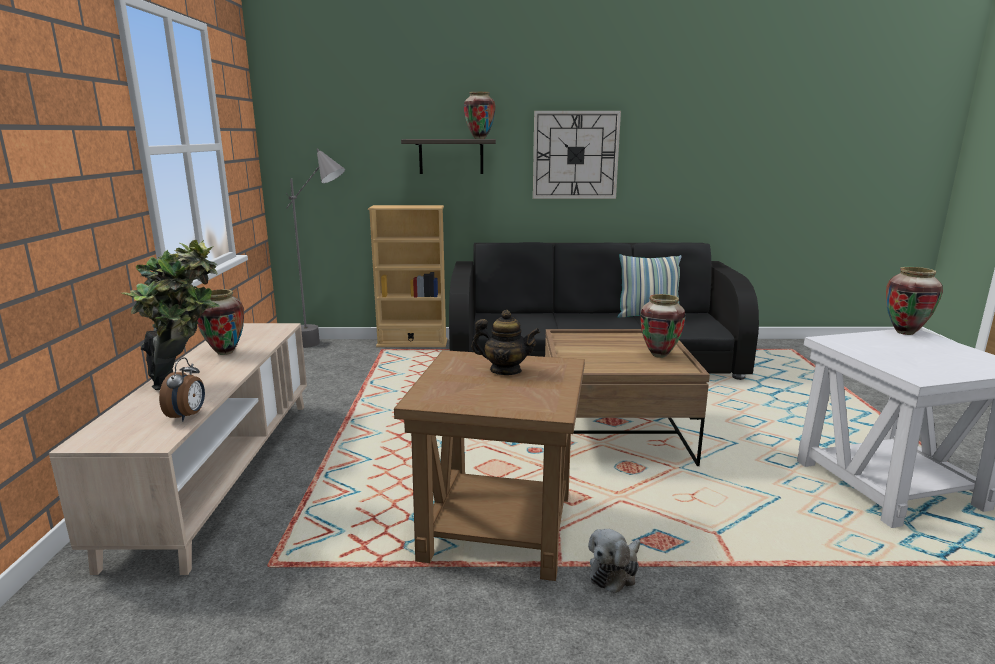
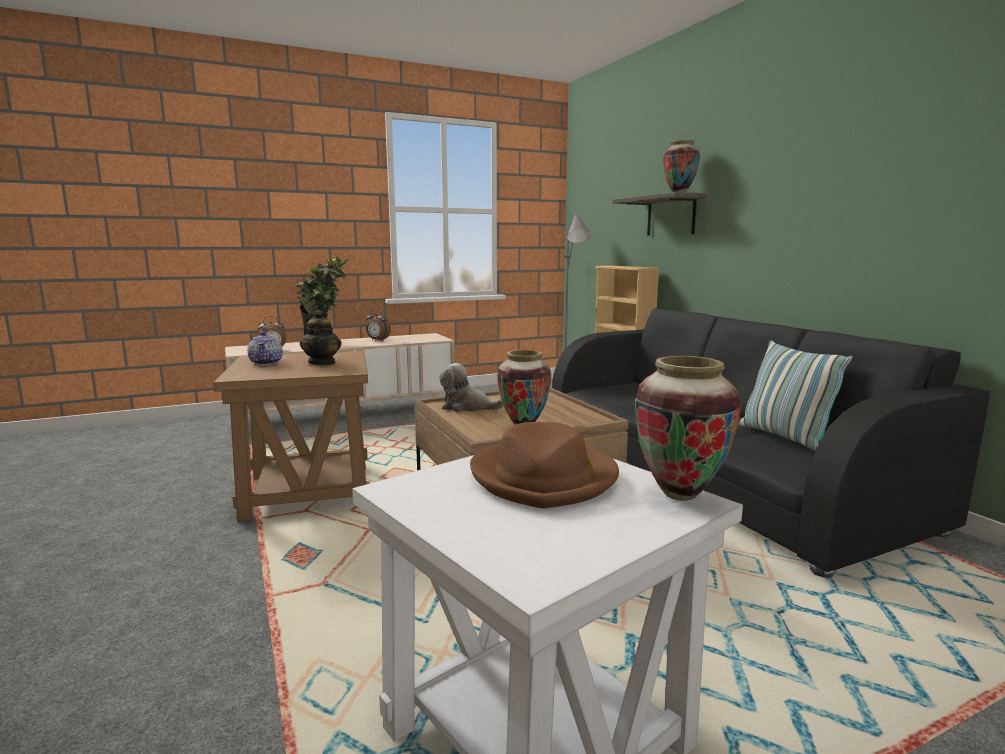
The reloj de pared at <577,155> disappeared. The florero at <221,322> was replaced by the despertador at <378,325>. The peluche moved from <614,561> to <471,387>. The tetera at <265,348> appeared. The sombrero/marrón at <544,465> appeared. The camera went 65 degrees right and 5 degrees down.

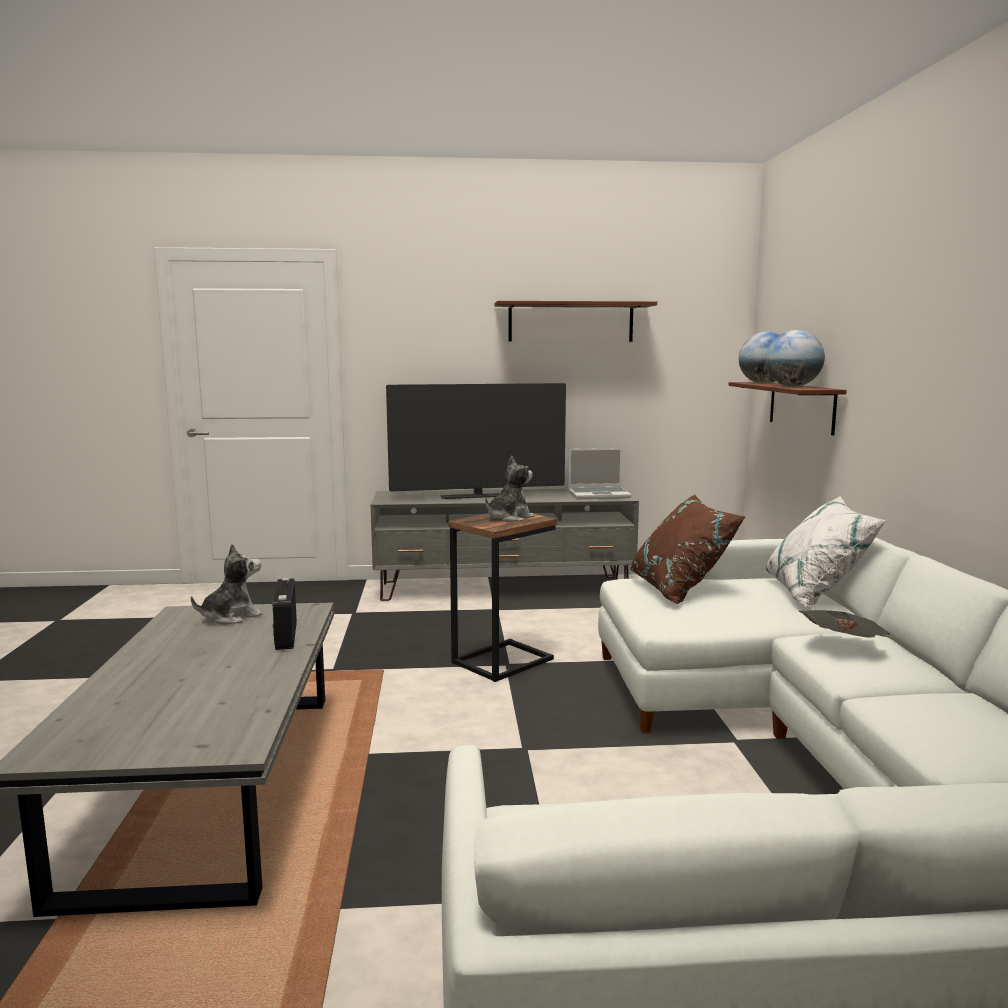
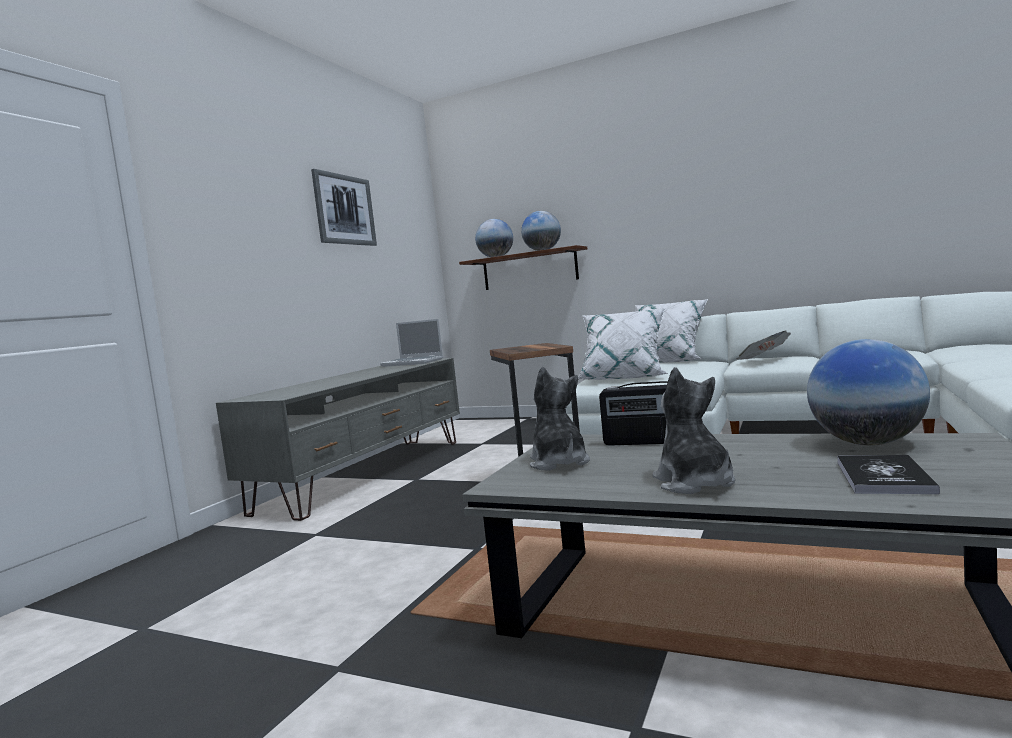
The estante/marrón at <576,321> was replaced by the cuadro at <344,207>. The televisor at <476,441> disappeared. The portátil at <600,473> turned 90 degrees clockwise. The peluche moved from <509,489> to <693,430>. The cojín/marrón at <687,549> became the cojín/blanco at <623,344>. The globo terráqueo at <868,392> appeared. The libro at <888,474> appeared. The camera went 60 degrees left and 5 degrees down.

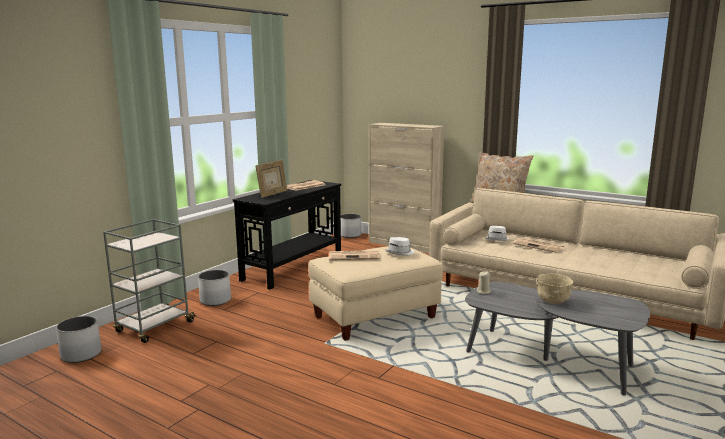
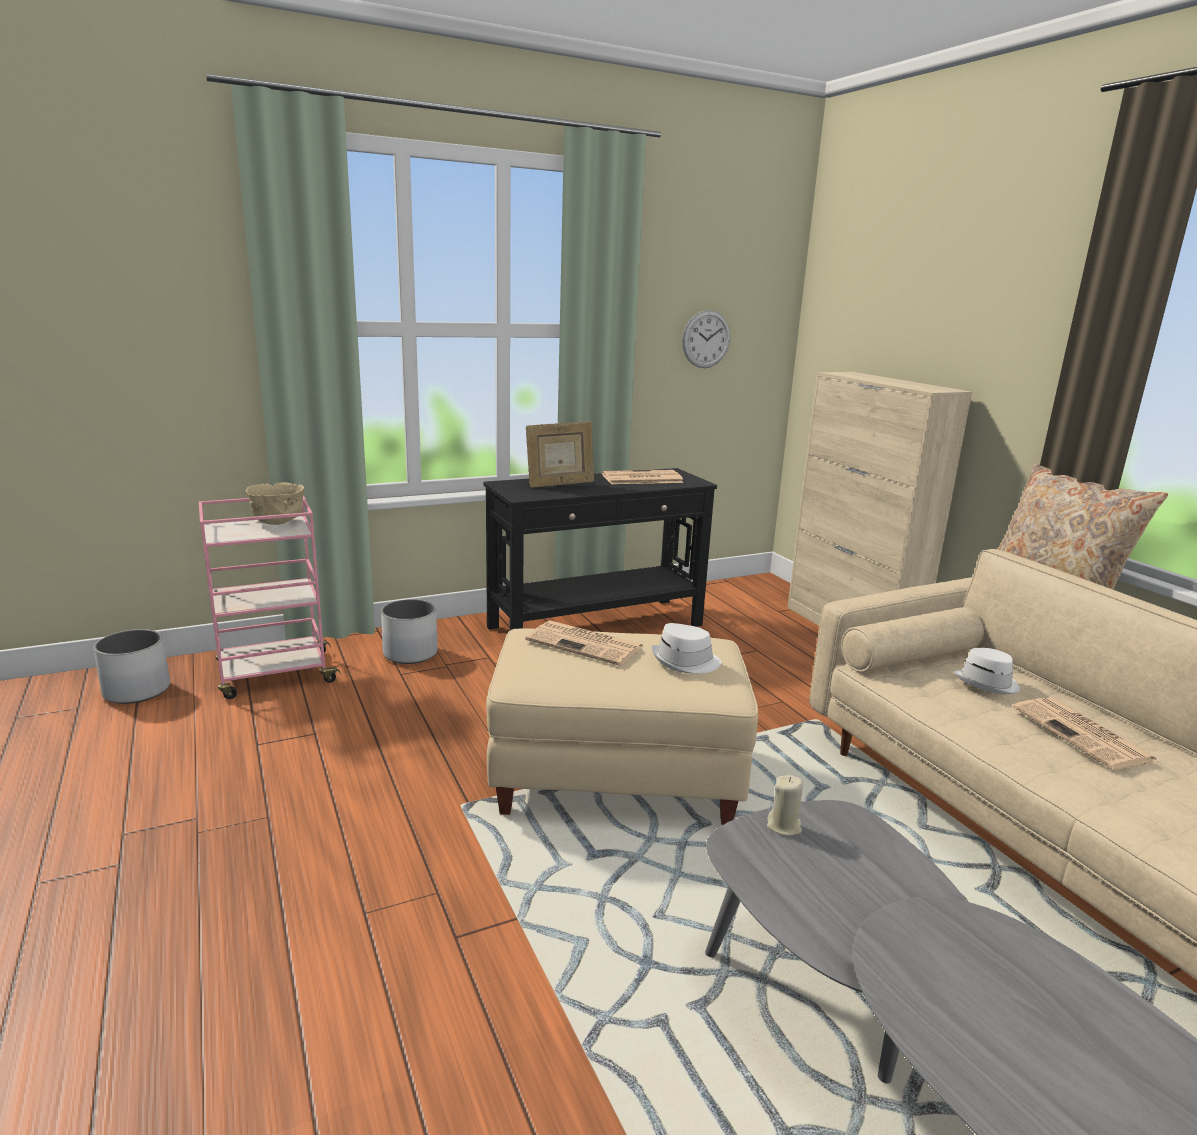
The maceta/blanco at <351,226> disappeared. The carrito/gris at <149,281> became the carrito/rosa at <270,597>. The cuenco/beis moved from <554,288> to <275,503>. The reloj de pared at <706,339> appeared. The camera went 30 degrees right and 5 degrees up.

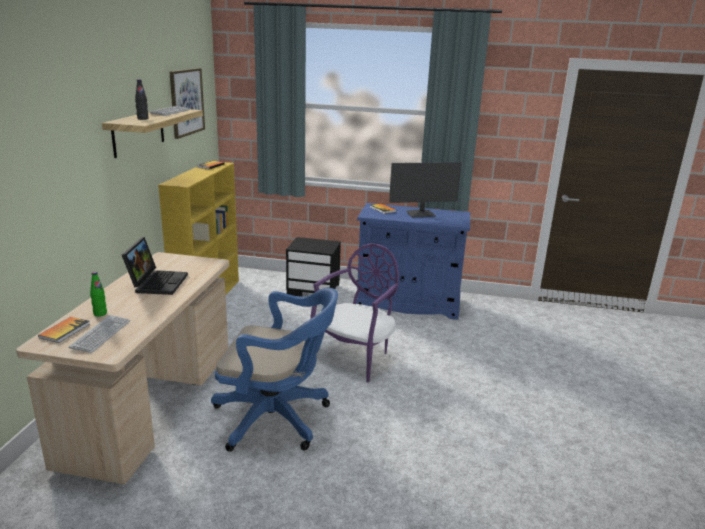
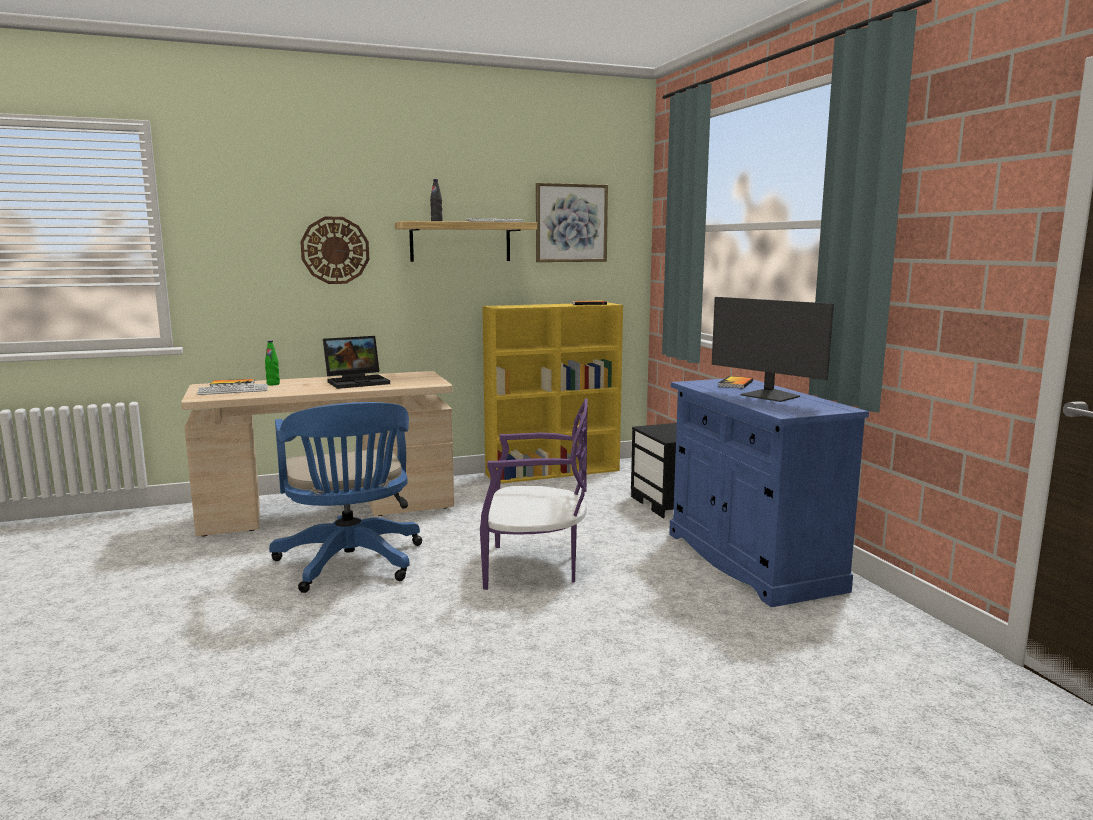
The reloj de pared at <334,250> appeared. The camera went 60 degrees right and 10 degrees down.

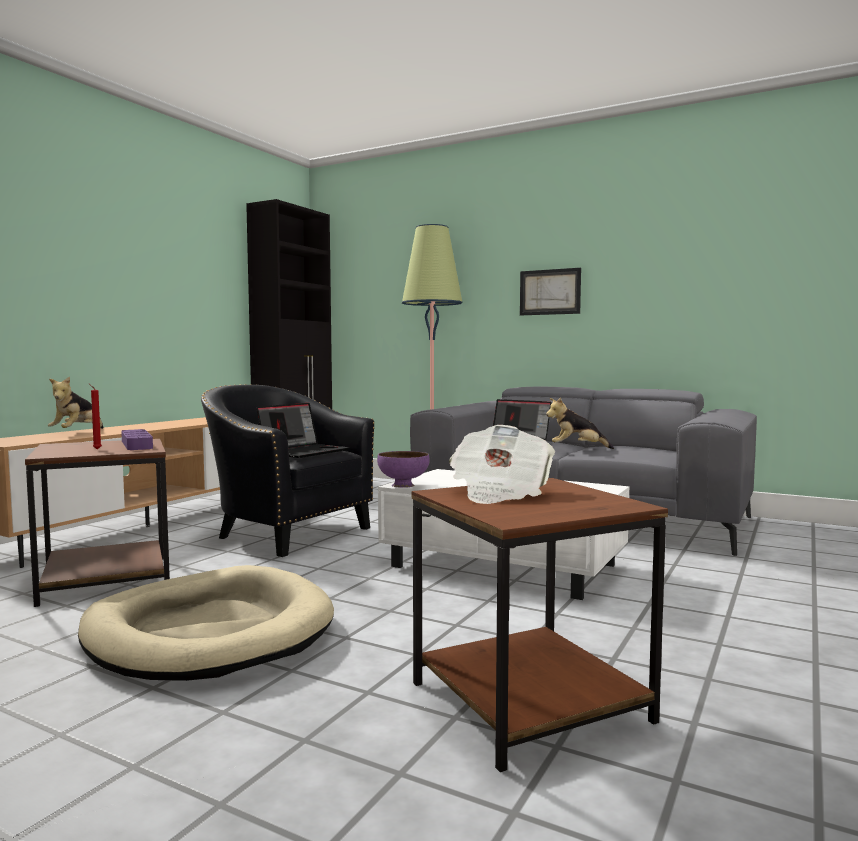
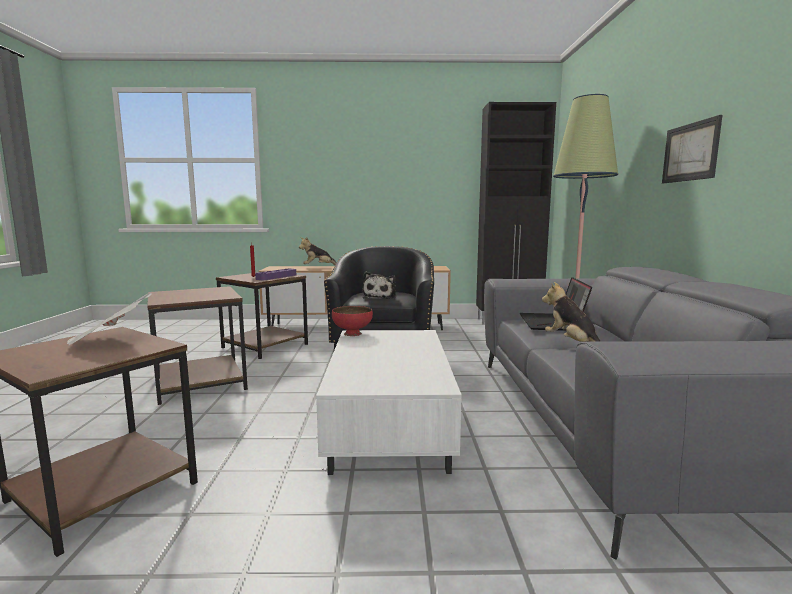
The portátil at <302,430> was replaced by the peluche at <379,285>. The cuenco/morado at <403,469> became the cuenco/rojo at <352,321>. The cama para perro/beis at <206,623> was replaced by the mesa auxiliar/marrón at <197,345>. The camera went 60 degrees right and 5 degrees up.

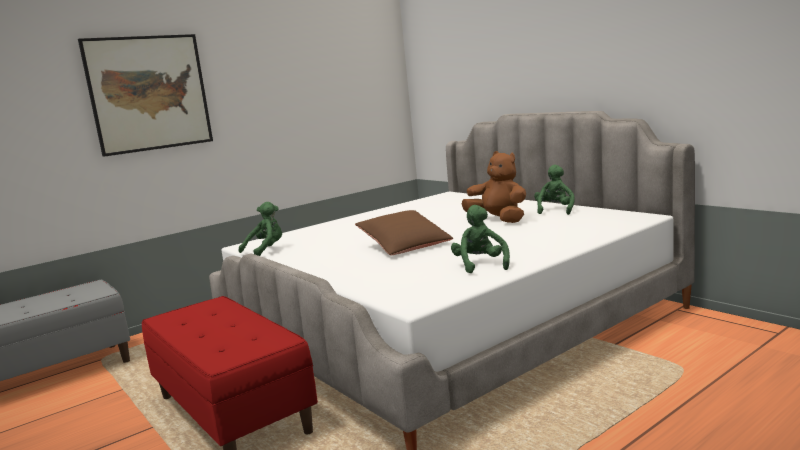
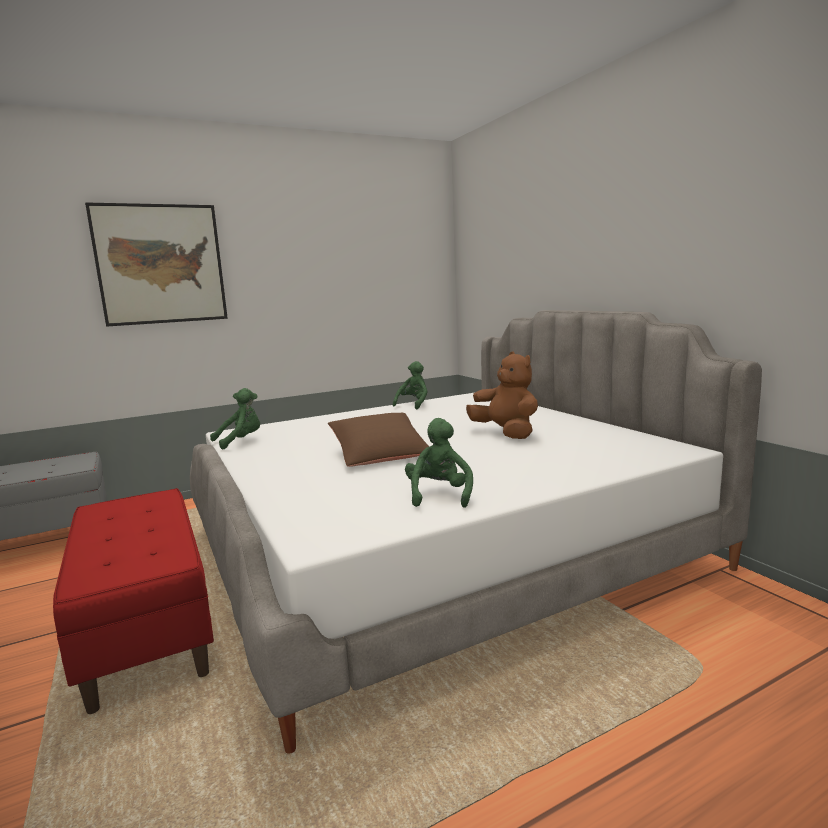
The peluche/verde moved from <554,190> to <410,385>. The camera went 10 degrees right and 0 degrees up.

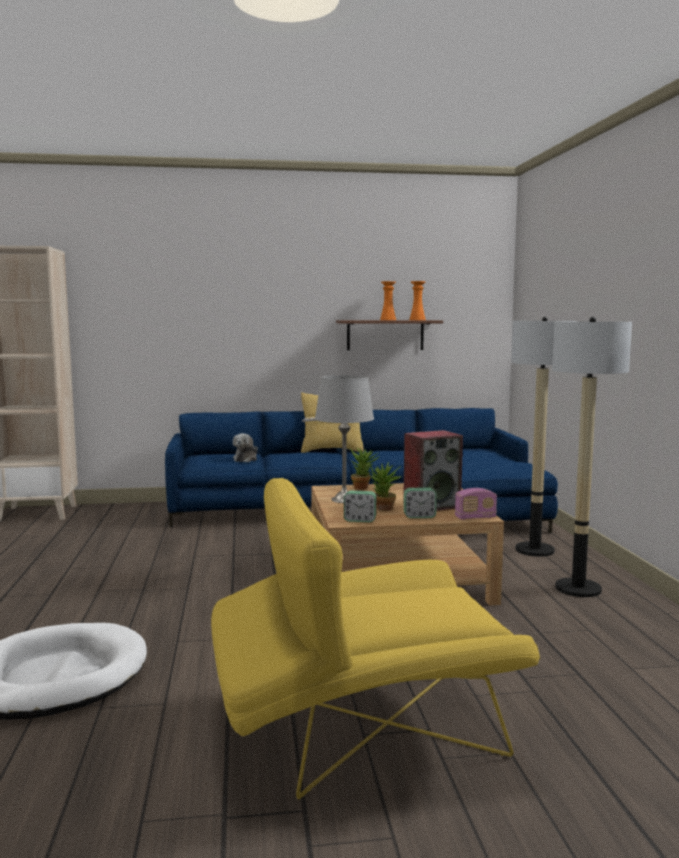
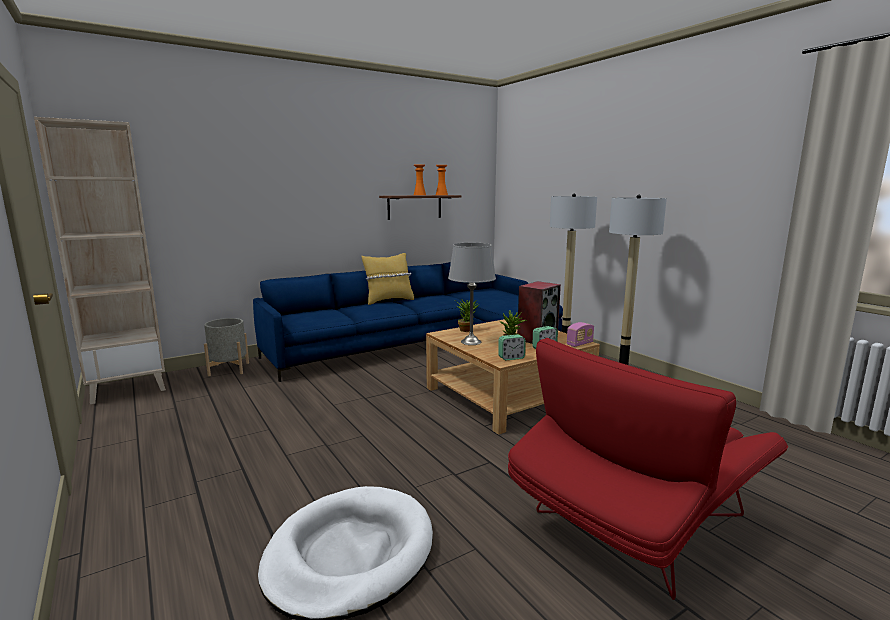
The peluche at <245,447> disappeared. The sillón/amarillo at <375,639> became the sillón/rojo at <648,469>. The maceta/gris at <226,347> appeared. The camera went 25 degrees left and 5 degrees up.

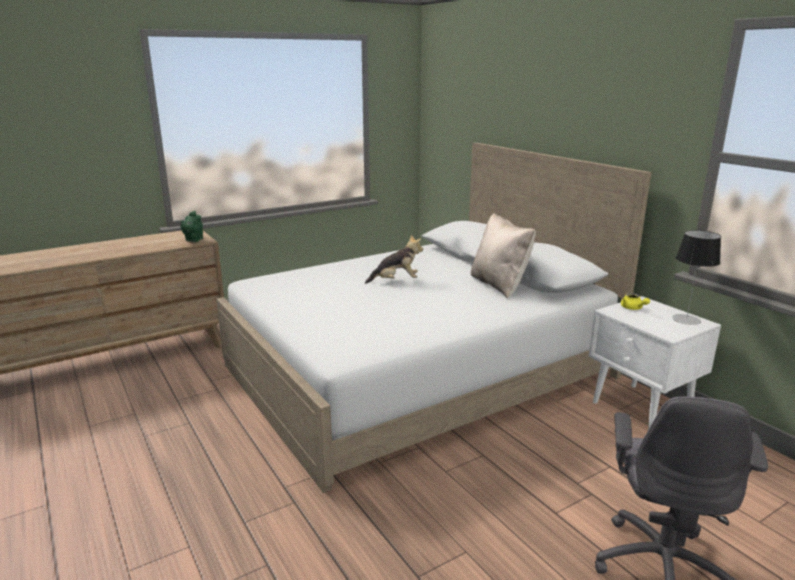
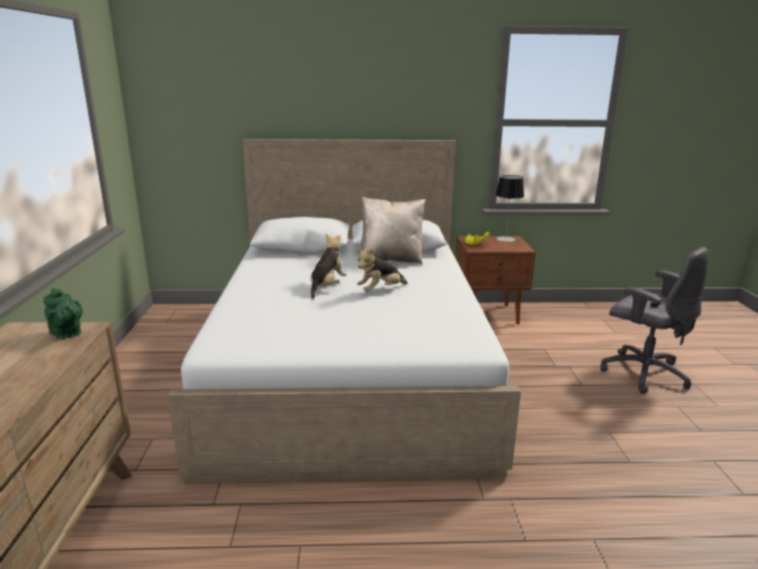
The mesita de noche/blanco at <655,363> became the mesita de noche/marrón at <496,280>. The peluche at <382,269> appeared. The camera went 60 degrees left and 0 degrees up.

